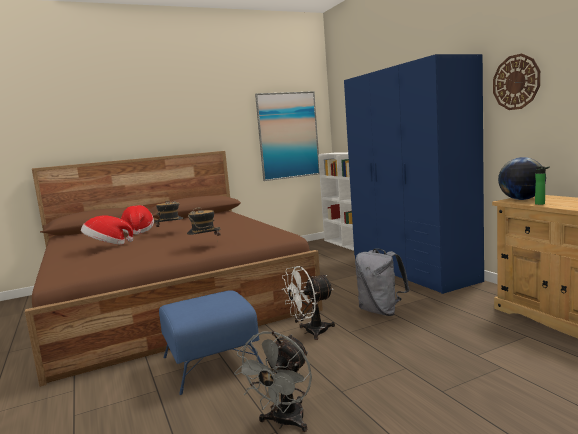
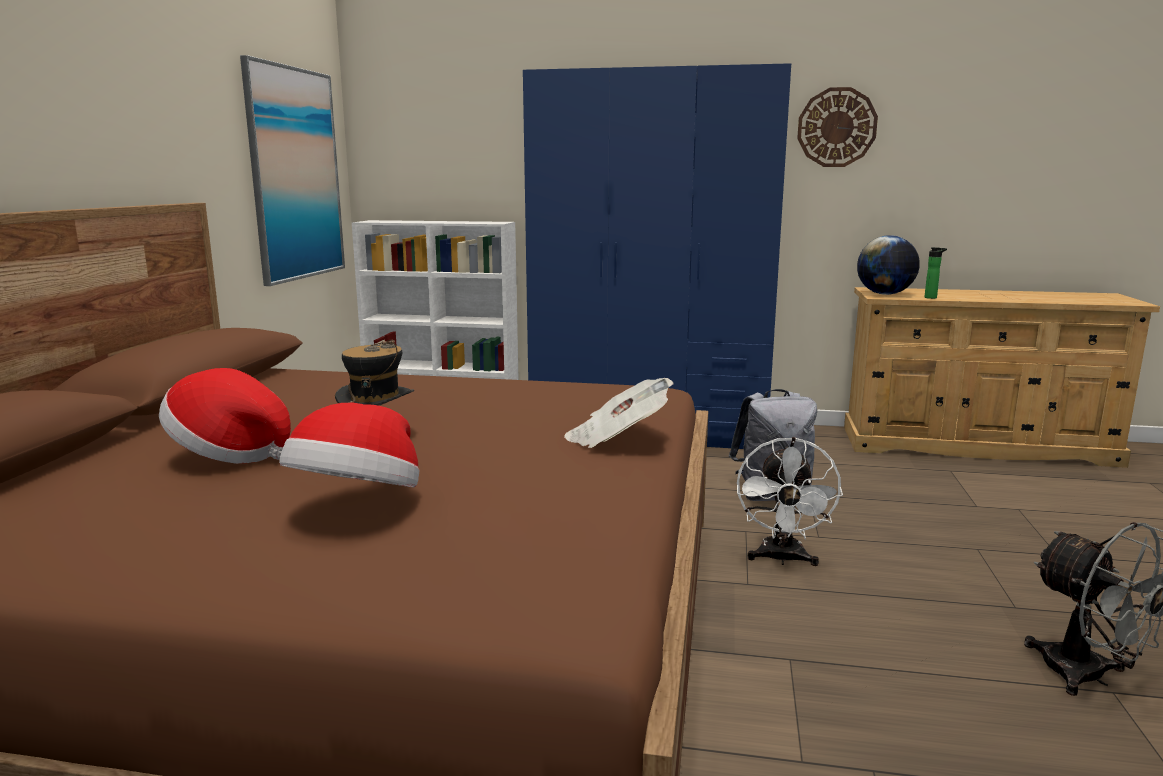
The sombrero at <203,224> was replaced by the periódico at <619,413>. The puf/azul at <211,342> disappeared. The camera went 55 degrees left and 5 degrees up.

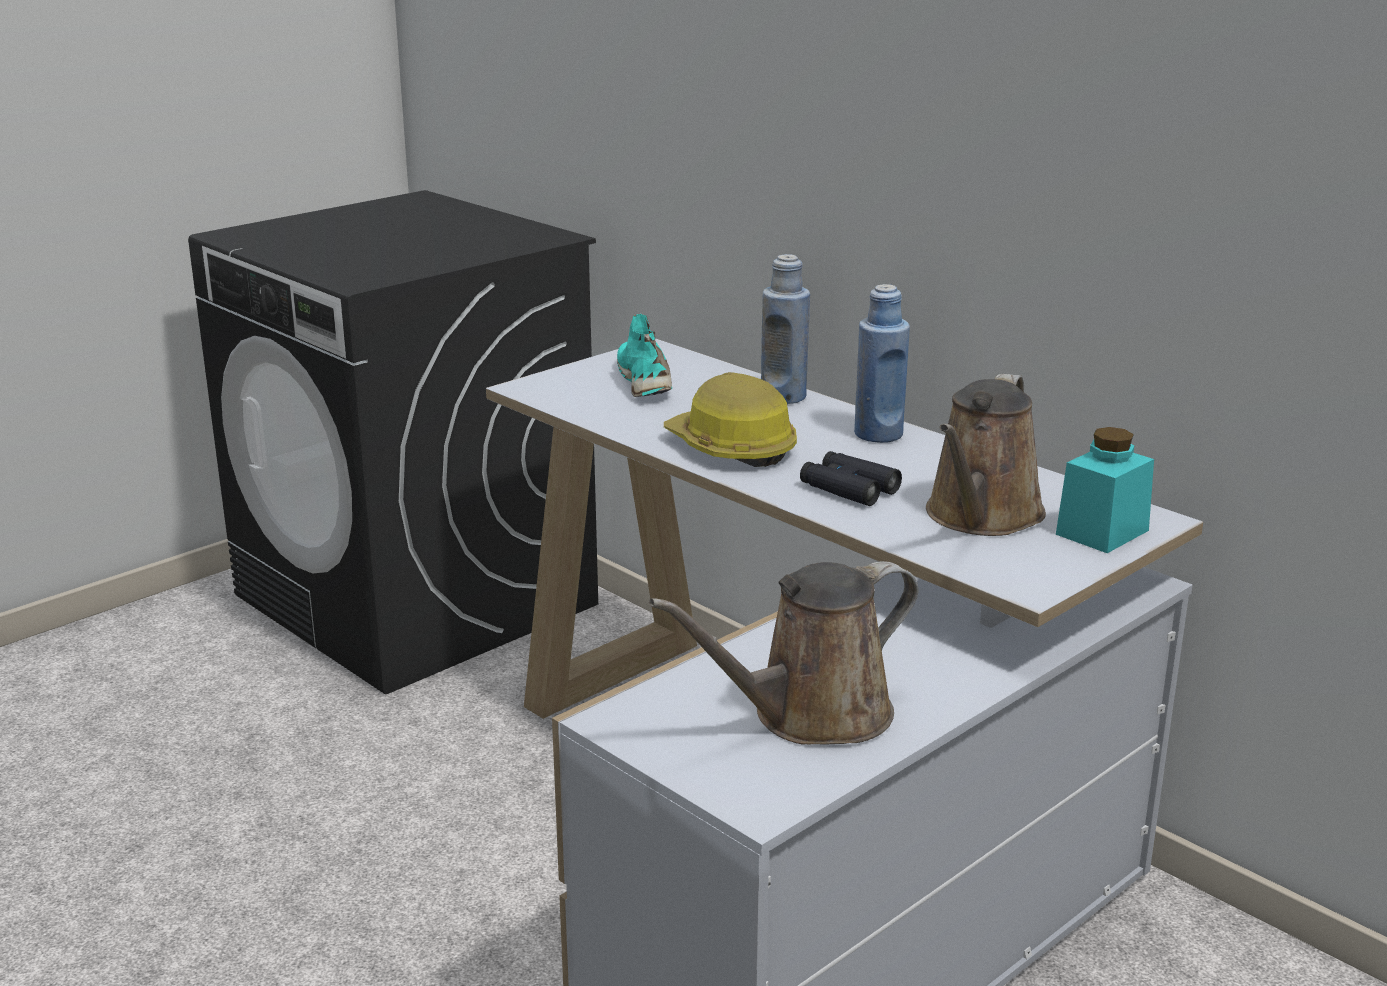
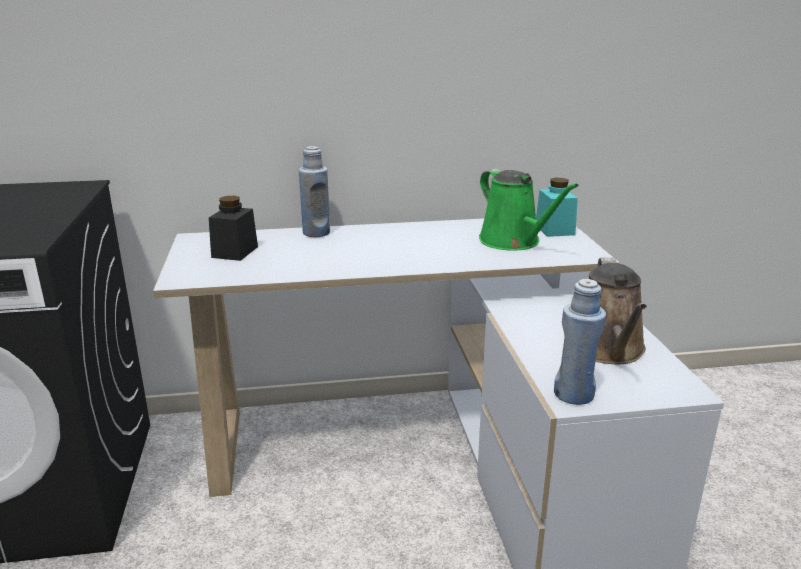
The botella/azul moved from <882,363> to <580,342>. The zapato/turquesa at <644,355> was replaced by the tarro/negro at <233,228>. The casco at <730,419> disappeared. The regadera/marrón at <986,455> became the regadera/verde at <529,210>. The prismáticos/negro at <851,478> disappeared. The camera went 55 degrees left and 0 degrees up.

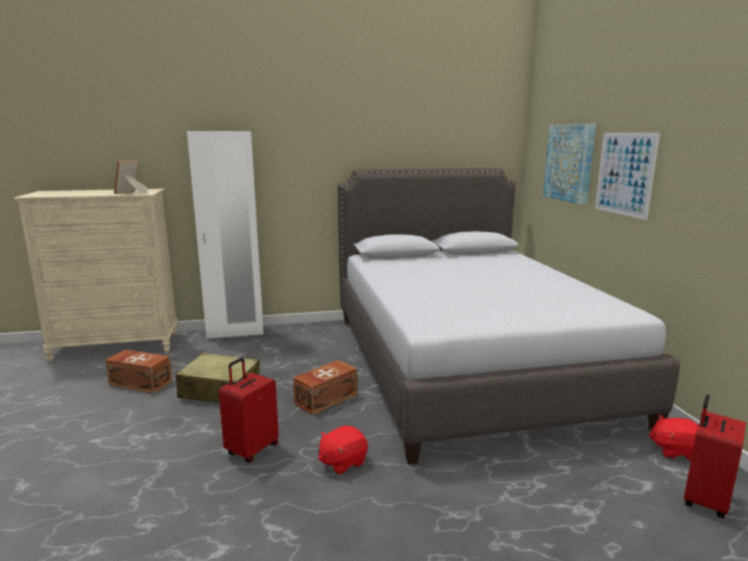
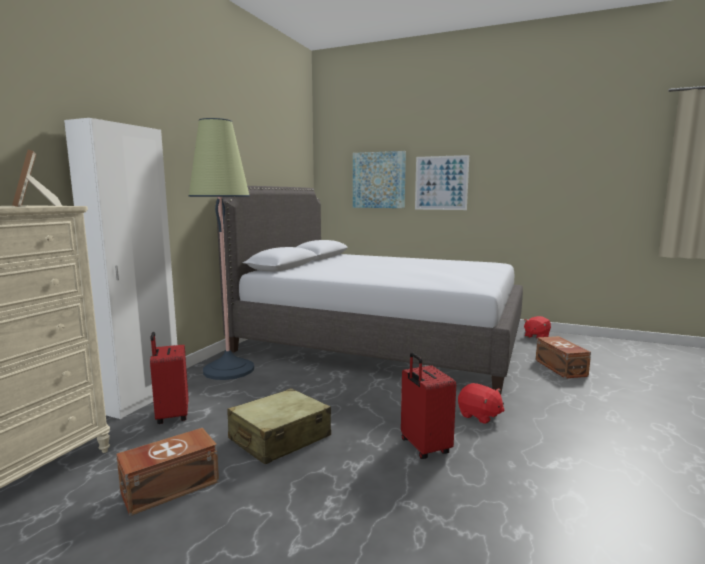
The caja de almacenaje/marrón moved from <325,387> to <563,357>. The maleta/rojo moved from <715,457> to <169,378>. The peluche/rojo at <343,450> turned 45 degrees counterclockwise. The lámpara de pie at <221,249> appeared. The camera went 55 degrees left and 5 degrees down.

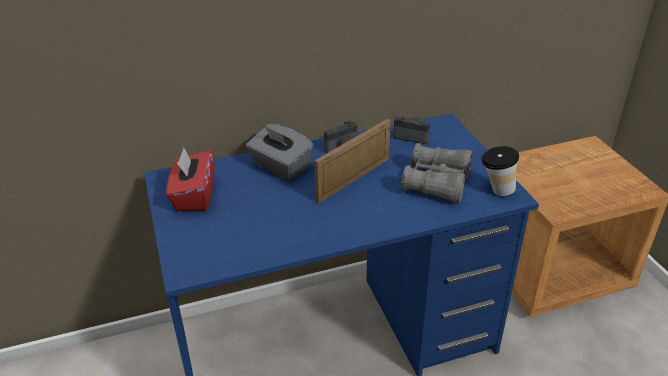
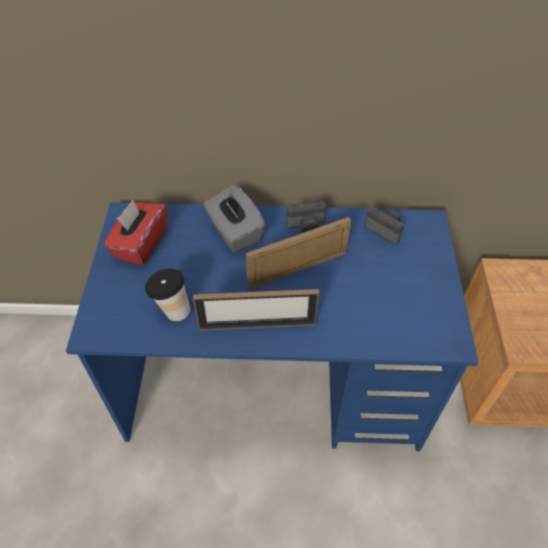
The prismáticos/gris at <437,173> disappeared. The taza moved from <500,171> to <168,294>. The portarretratos at <256,310> appeared. The camera went 20 degrees right and 15 degrees up.

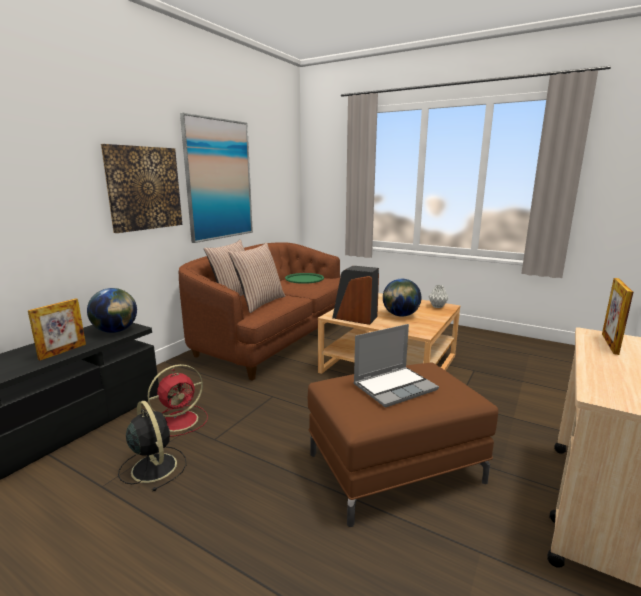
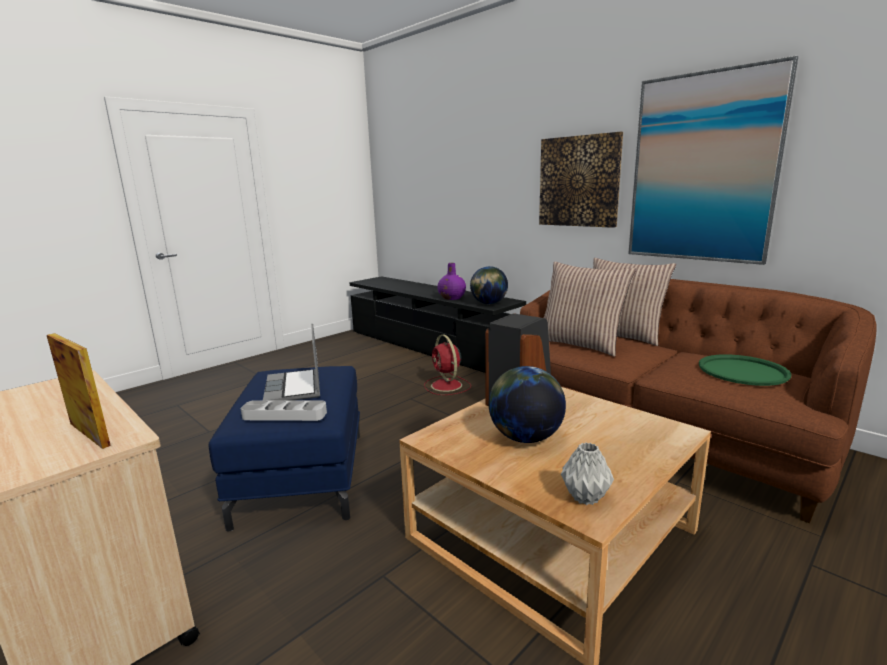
The portarretratos at <57,330> was replaced by the florero/morado at <451,281>. The puf/marrón at <403,444> became the puf/azul at <284,449>. The ventilador/negro at <152,446> disappeared. The bandeja/gris at <284,410> appeared. The camera went 105 degrees right and 0 degrees up.

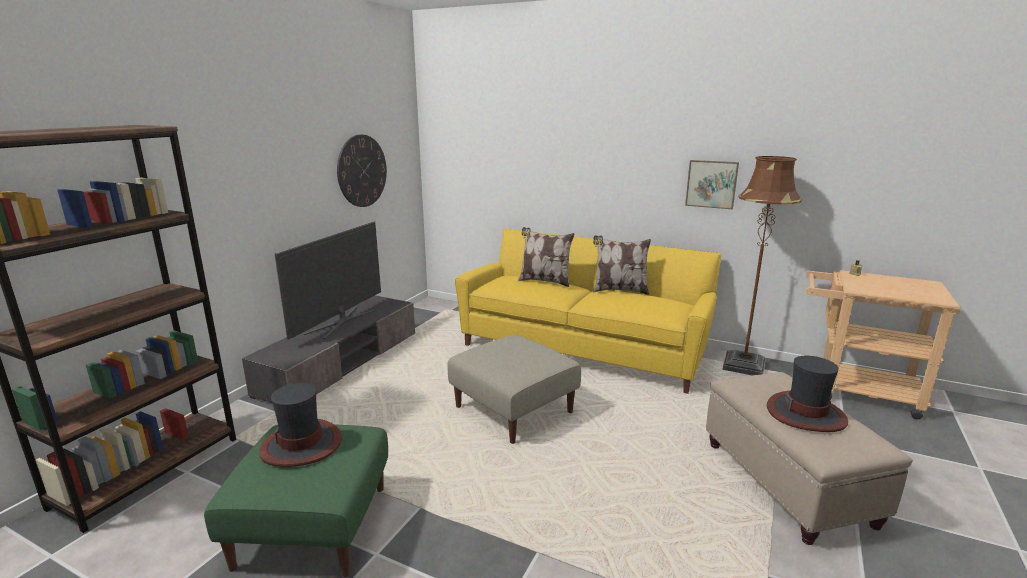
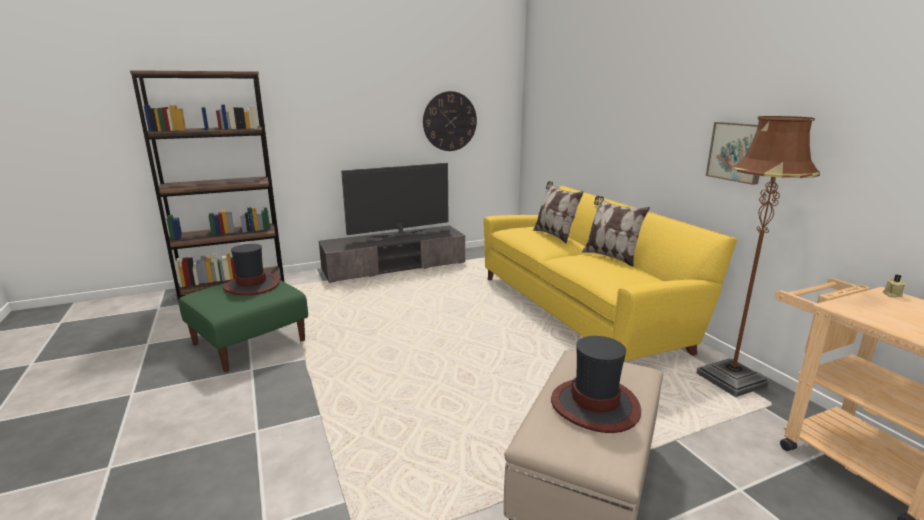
The puf/beis at <514,389> disappeared. The camera went 40 degrees right and 0 degrees up.

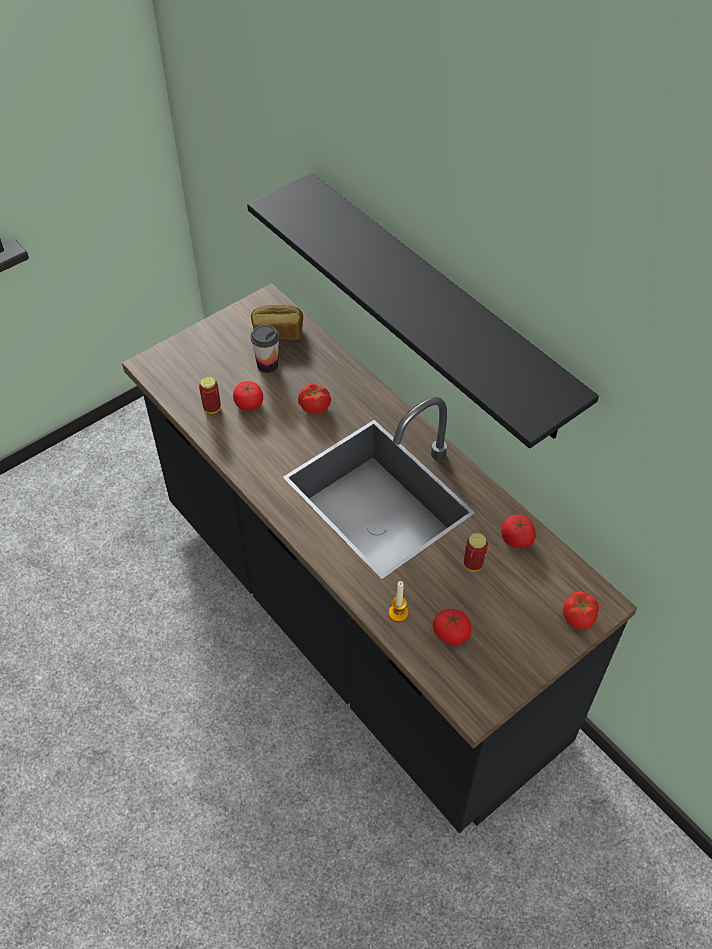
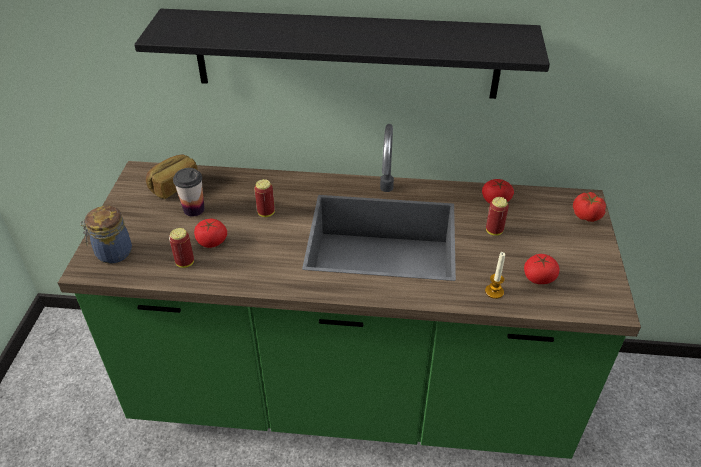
The mueble bajo de cocina/negro at <379,558> became the mueble bajo de cocina/verde at <349,291>. The tomate at <314,398> was replaced by the lata at <264,198>. The tarro at <106,235> appeared. The camera went 45 degrees left and 10 degrees down.

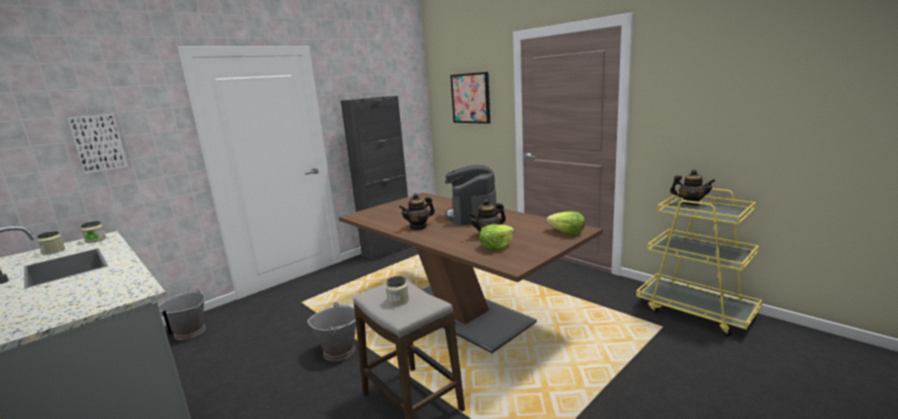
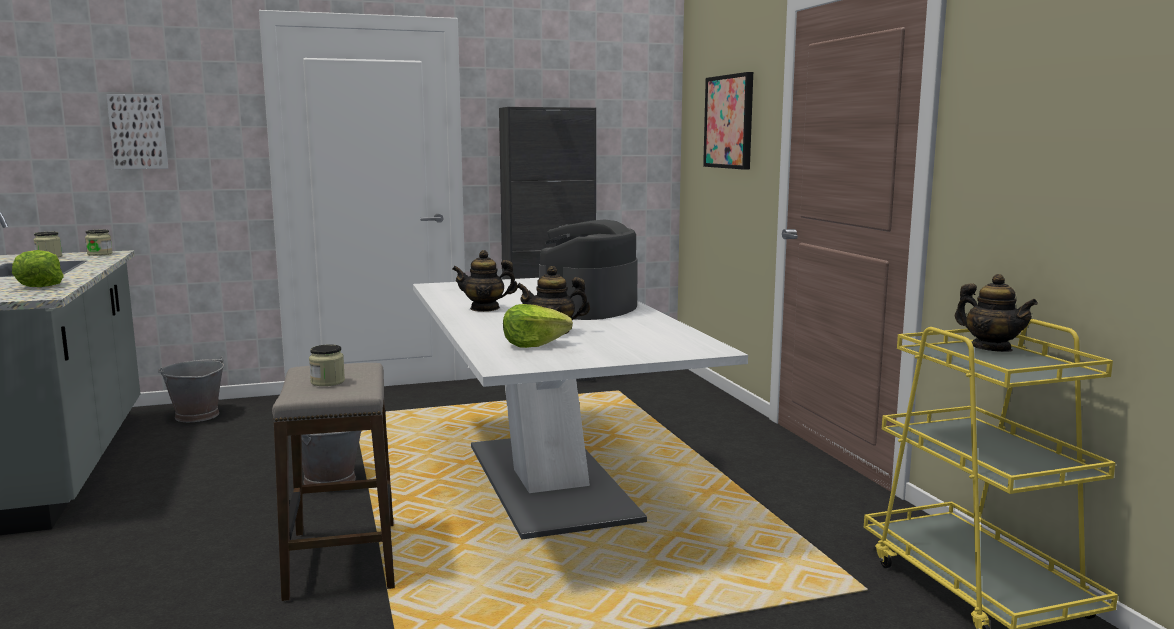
The mesa de comedor/marrón at <471,273> became the mesa de comedor/blanco at <580,409>. The lechuga moved from <565,223> to <38,268>. The camera went 25 degrees right and 5 degrees down.

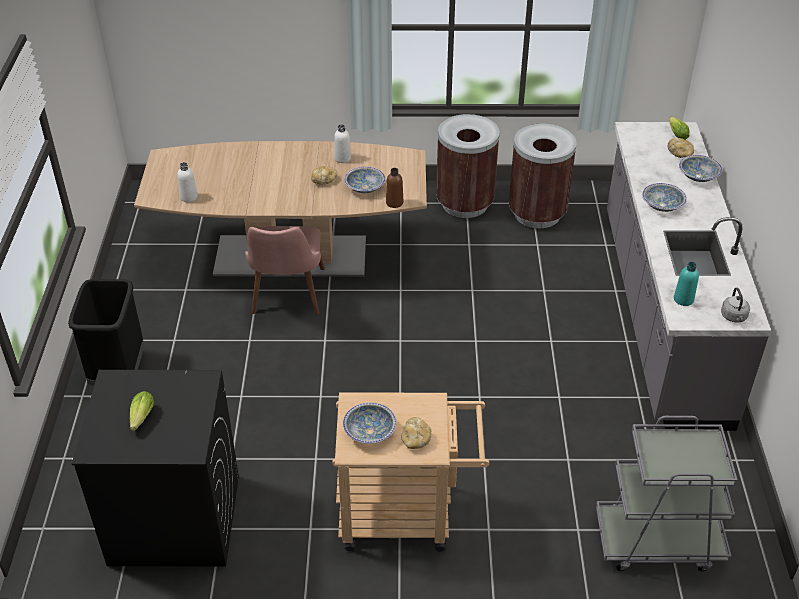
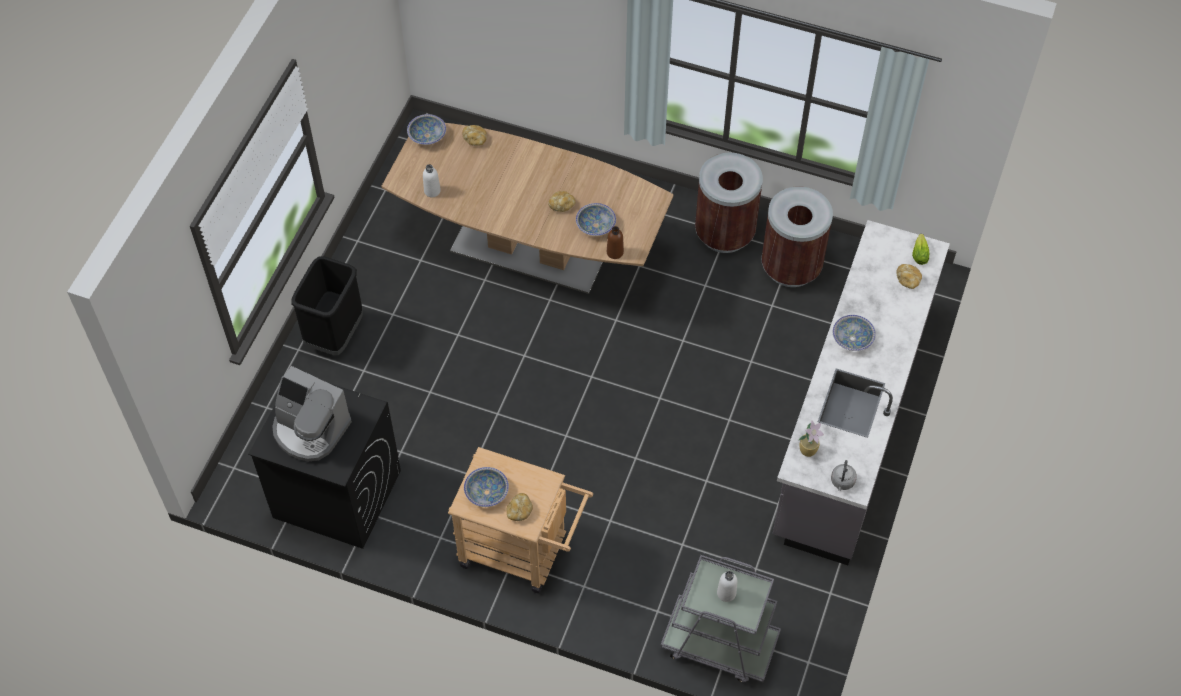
The botella/blanco moved from <342,143> to <727,586>. The cuenco moved from <700,168> to <426,129>. The silla/rosa at <285,270> disappeared. The botella/turquesa at <686,284> was replaced by the planta en maceta at <811,438>. The lechuga at <141,411> was replaced by the cafetera at <312,413>. The pan at <474,135> appeared. The camera went 20 degrees right and 15 degrees up.

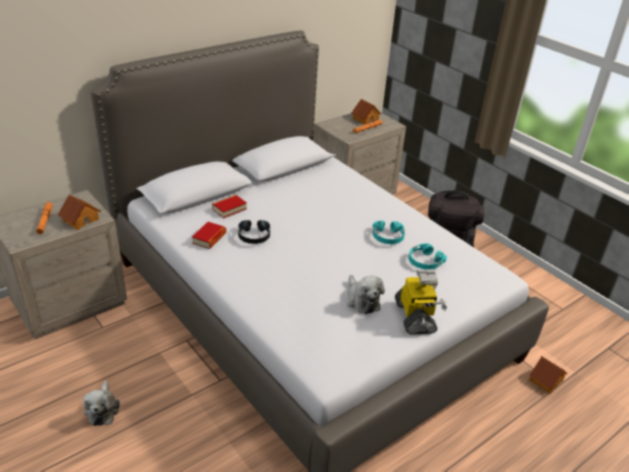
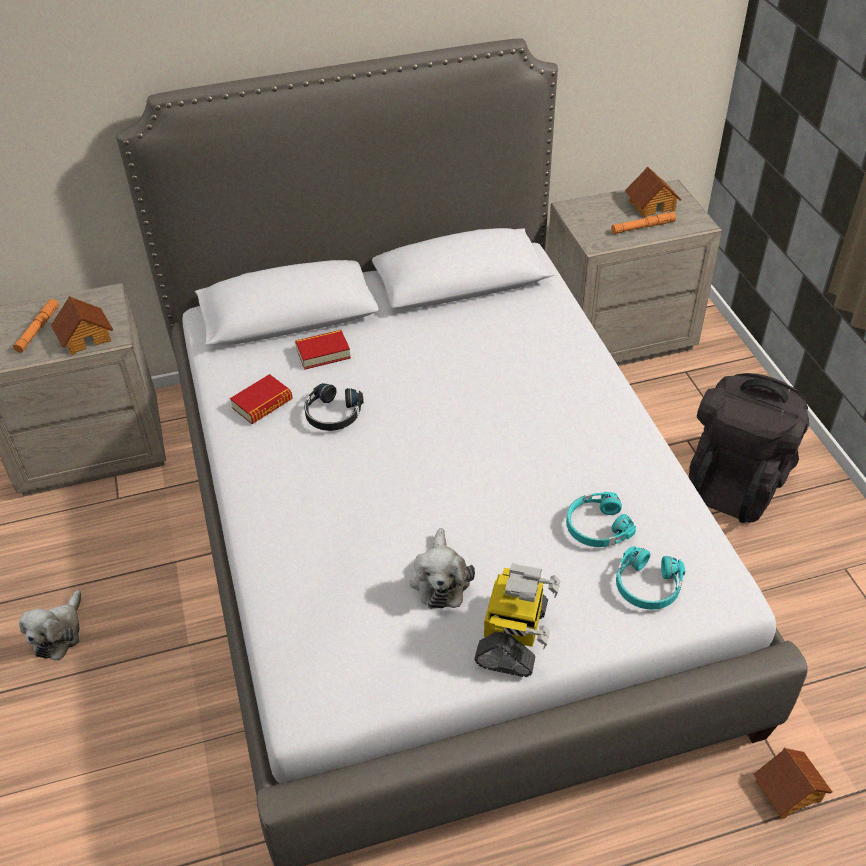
The auriculares/turquesa moved from <389,232> to <650,578>. The camera went 25 degrees right and 10 degrees up.

